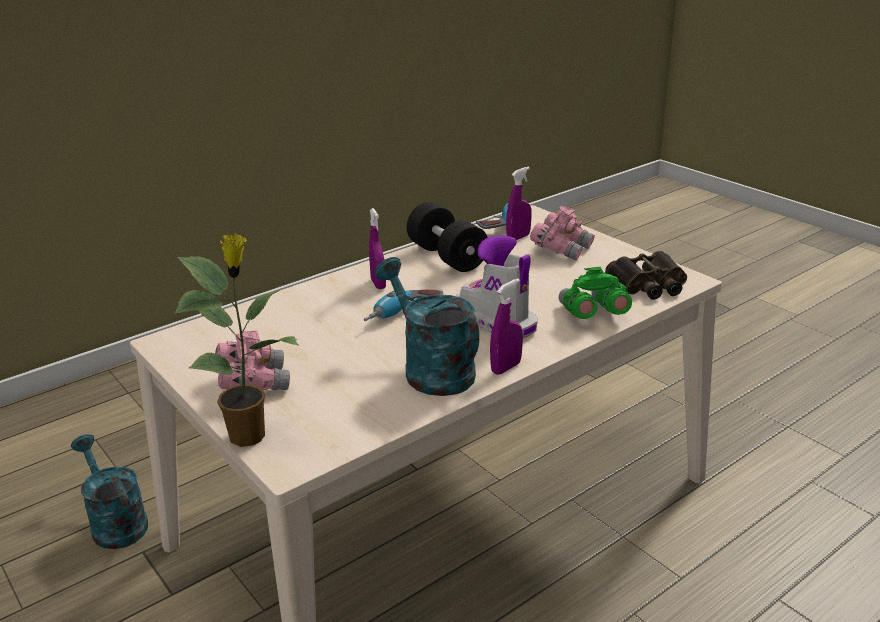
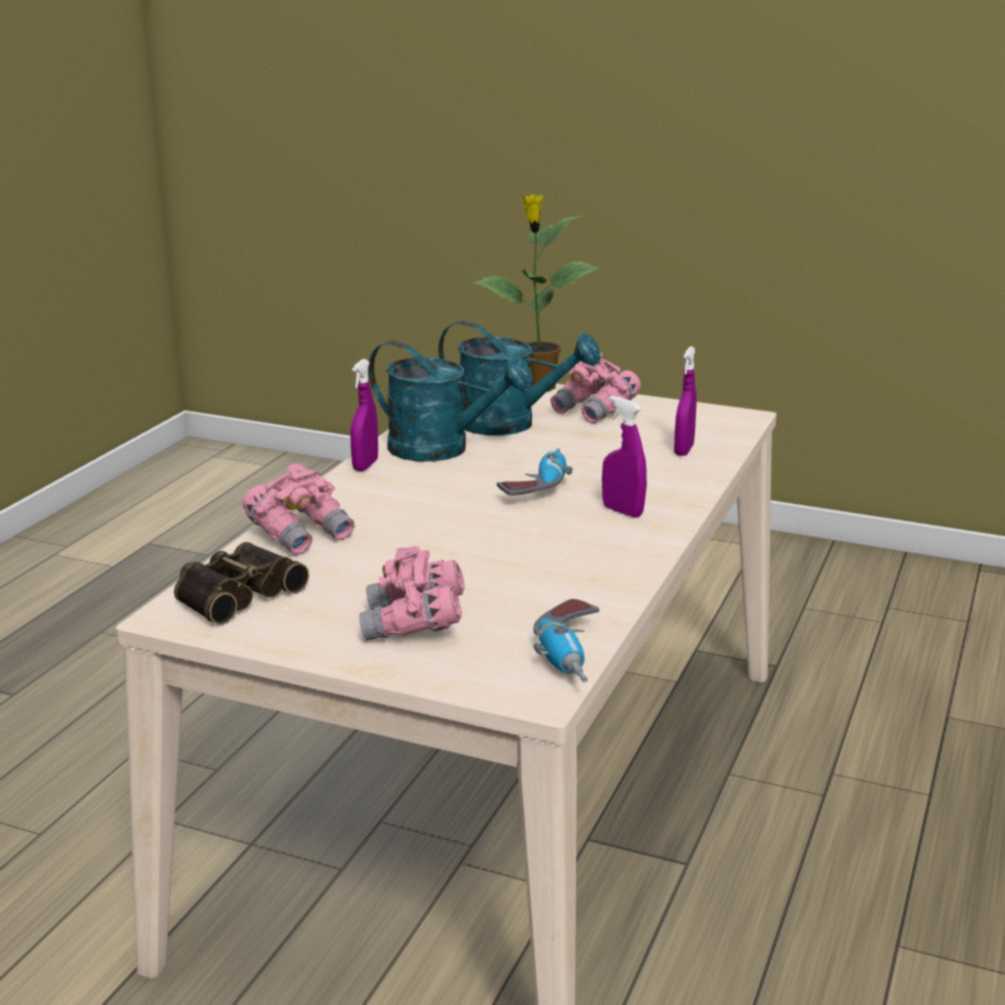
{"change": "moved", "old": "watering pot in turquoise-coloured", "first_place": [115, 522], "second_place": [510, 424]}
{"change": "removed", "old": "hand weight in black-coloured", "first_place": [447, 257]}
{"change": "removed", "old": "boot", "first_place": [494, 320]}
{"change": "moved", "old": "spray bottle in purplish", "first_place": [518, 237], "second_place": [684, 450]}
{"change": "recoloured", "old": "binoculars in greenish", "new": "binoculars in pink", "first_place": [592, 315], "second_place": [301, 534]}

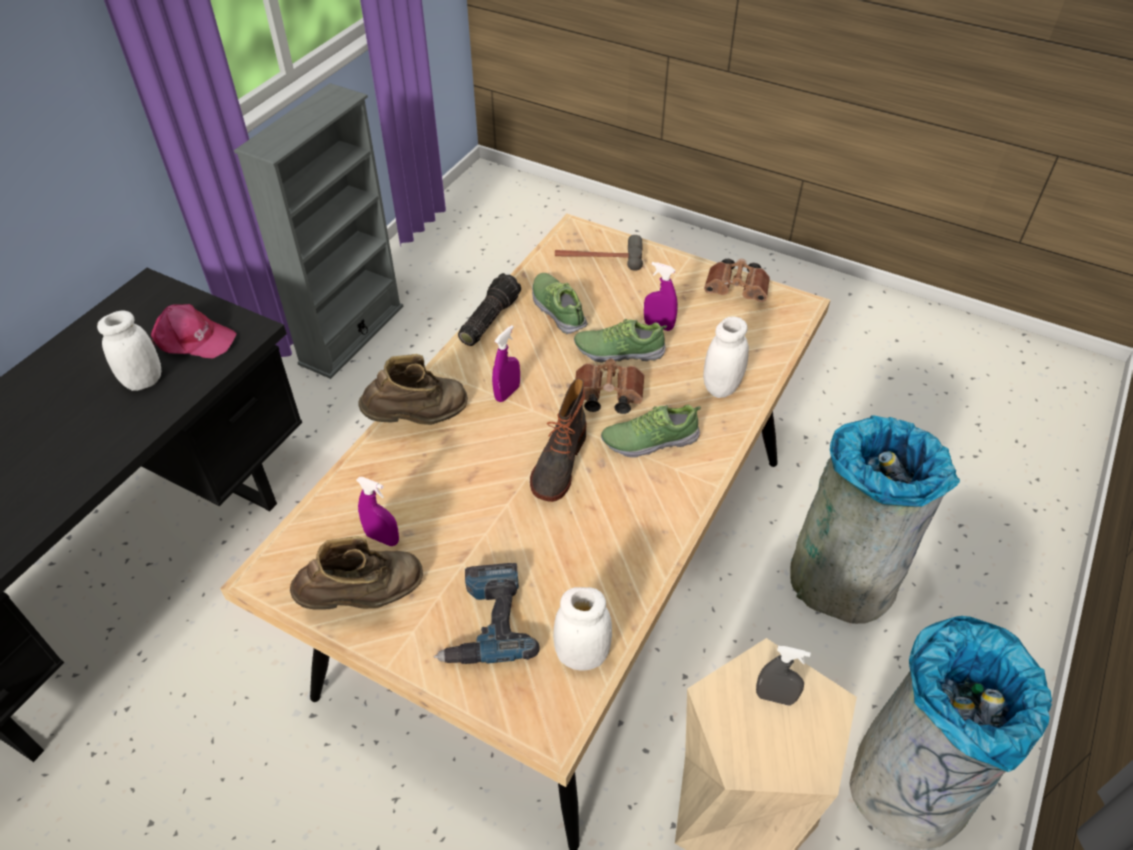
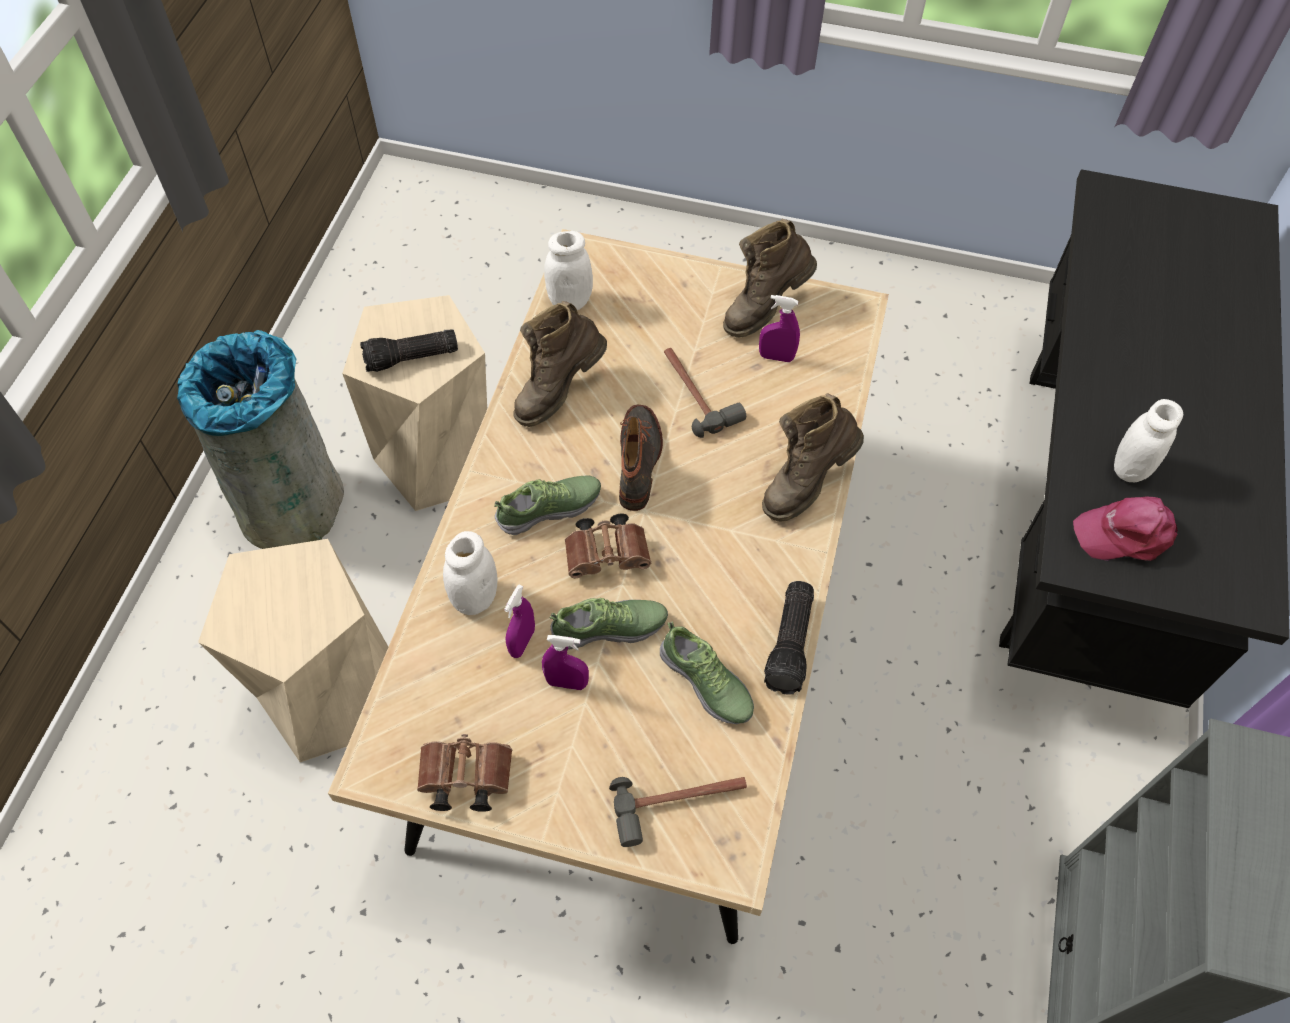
{"change": "removed", "old": "power drill", "first_place": [485, 622]}
{"change": "moved", "old": "spray bottle in purplish", "first_place": [507, 393], "second_place": [522, 642]}
{"change": "replaced", "old": "spray bottle in grey", "new": "flashlight", "first_place": [775, 697], "second_place": [411, 359]}
{"change": "replaced", "old": "waste bin in grey", "new": "stool seat in beige-coloured", "first_place": [843, 580], "second_place": [330, 695]}
{"change": "added", "new": "boot in brown", "second_place": [558, 391]}
{"change": "added", "new": "hammer", "second_place": [695, 393]}

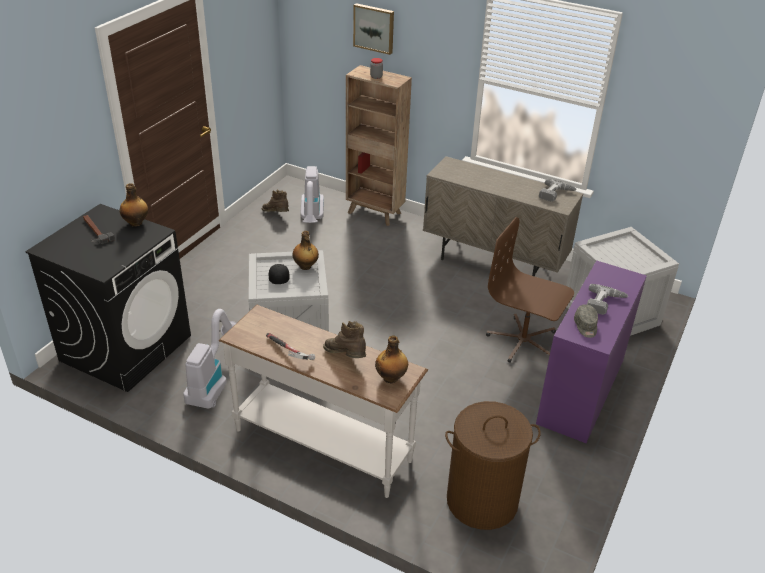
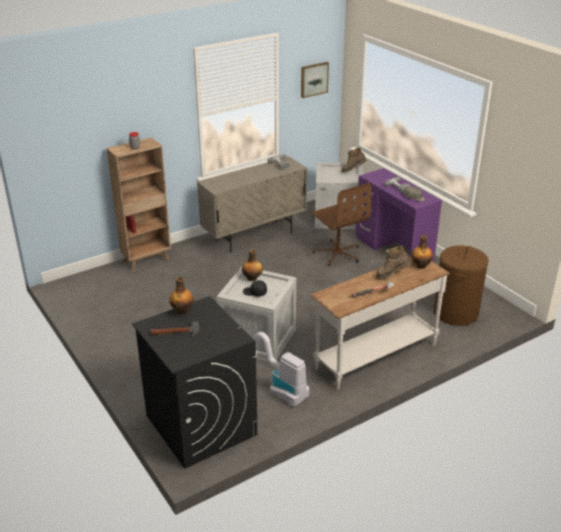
{"change": "moved", "old": "boot in brown", "first_place": [276, 215], "second_place": [353, 170]}
{"change": "removed", "old": "vacuum cleaner", "first_place": [312, 219]}
{"change": "moved", "old": "wall picture", "first_place": [374, 28], "second_place": [313, 79]}
{"change": "turned", "old": "desk chair in brown", "first_place": [523, 341], "second_place": [338, 253], "degrees": -90}

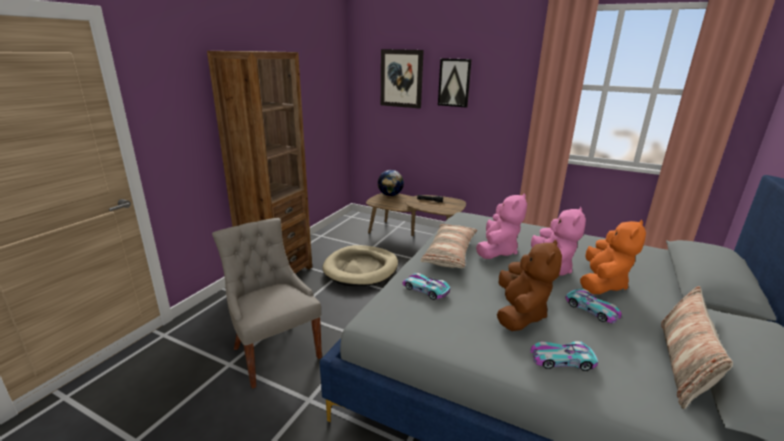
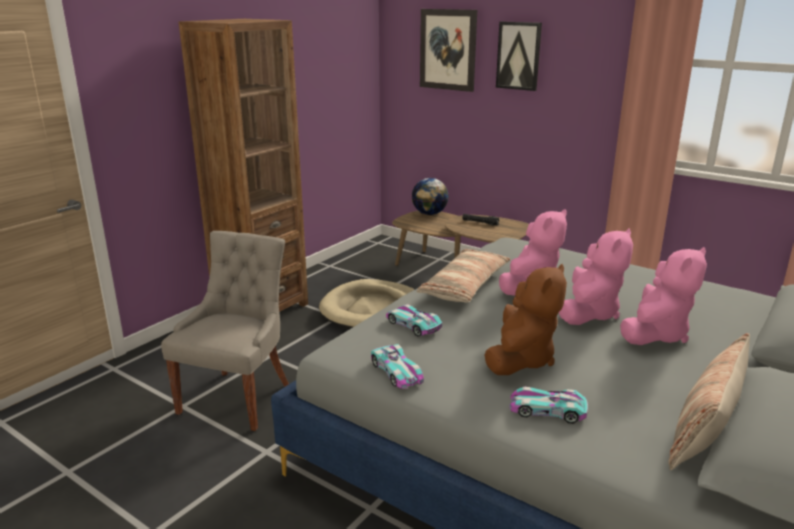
{"change": "turned", "old": "chair in grey", "first_place": [274, 352], "second_place": [238, 397], "degrees": 45}
{"change": "moved", "old": "toy car", "first_place": [591, 310], "second_place": [396, 371]}
{"change": "recoloured", "old": "plush toy in orange-coloured", "new": "plush toy in pink", "first_place": [602, 284], "second_place": [655, 334]}

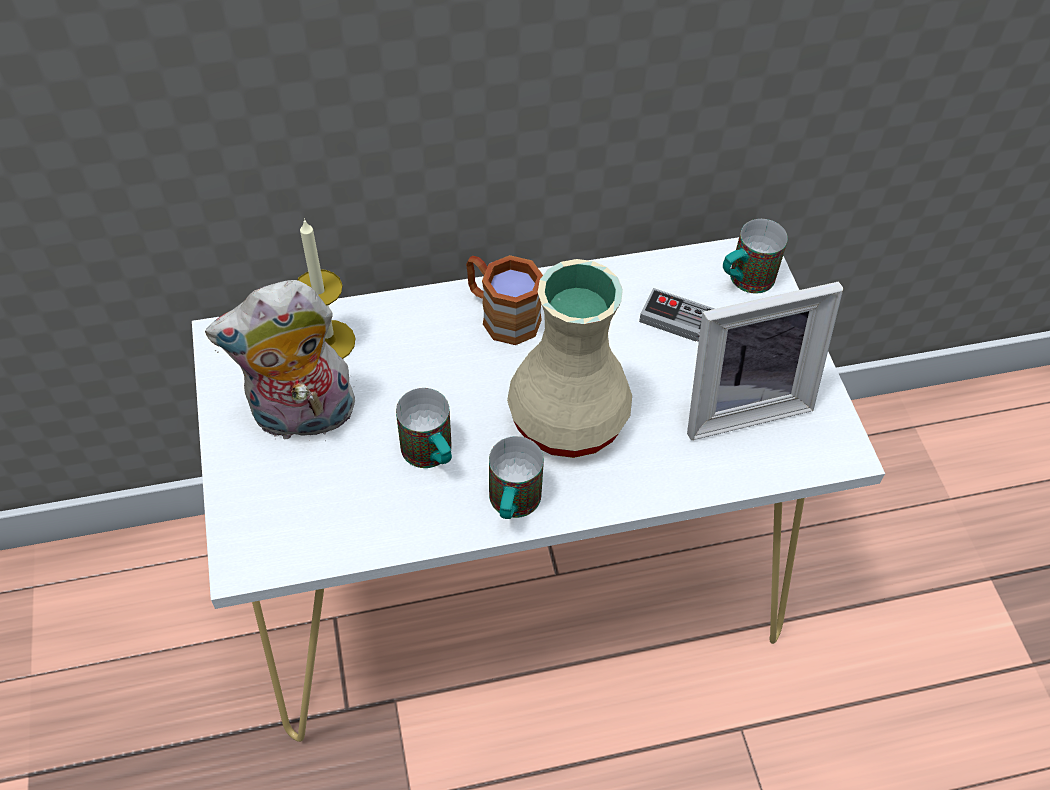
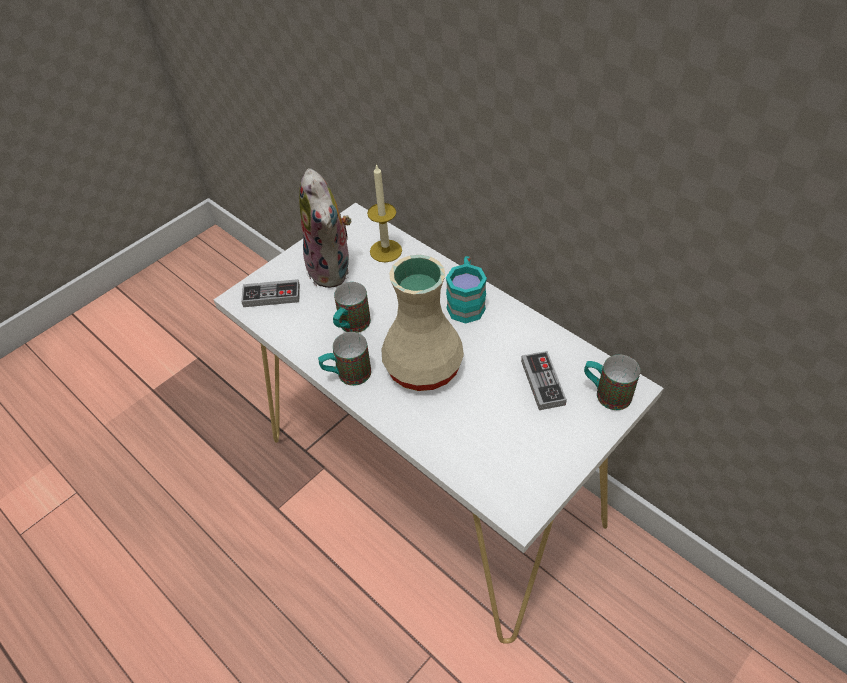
{"change": "turned", "old": "plush toy", "first_place": [302, 418], "second_place": [333, 269], "degrees": -150}
{"change": "recoloured", "old": "tea mug in brown", "new": "tea mug in turquoise-coloured", "first_place": [501, 315], "second_place": [466, 302]}
{"change": "removed", "old": "photo frame", "first_place": [740, 402]}
{"change": "added", "new": "joypad", "second_place": [271, 296]}

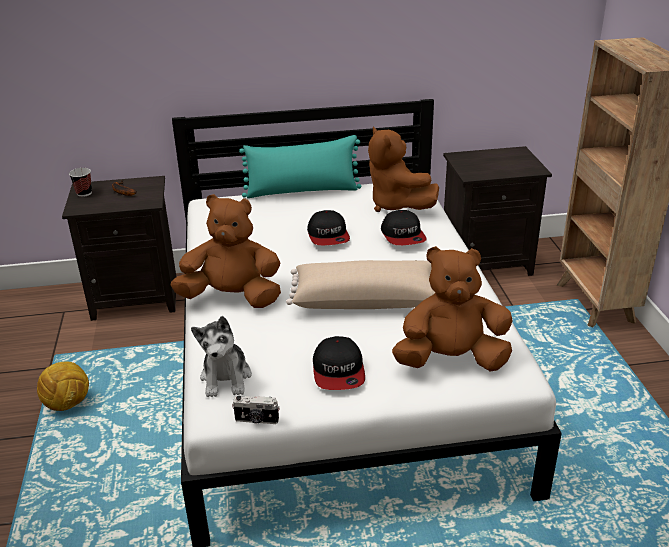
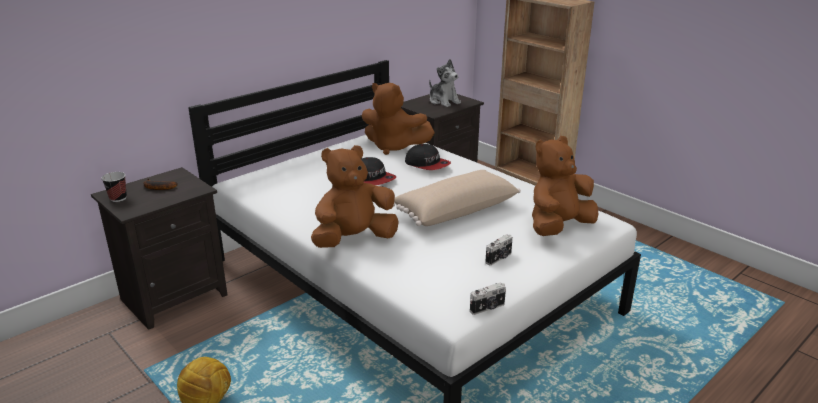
{"change": "moved", "old": "plush toy", "first_place": [226, 377], "second_place": [443, 101]}
{"change": "removed", "old": "pillow in turquoise-coloured", "first_place": [302, 191]}
{"change": "replaced", "old": "cap", "new": "still camera", "first_place": [339, 371], "second_place": [499, 258]}

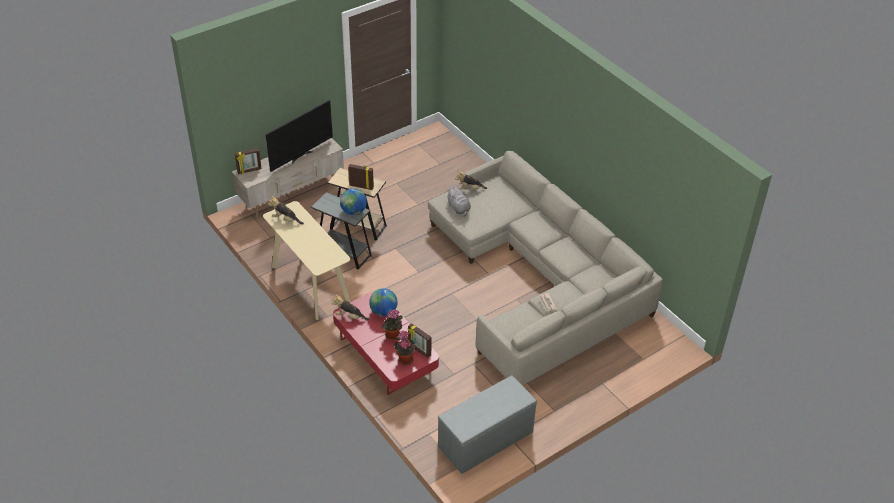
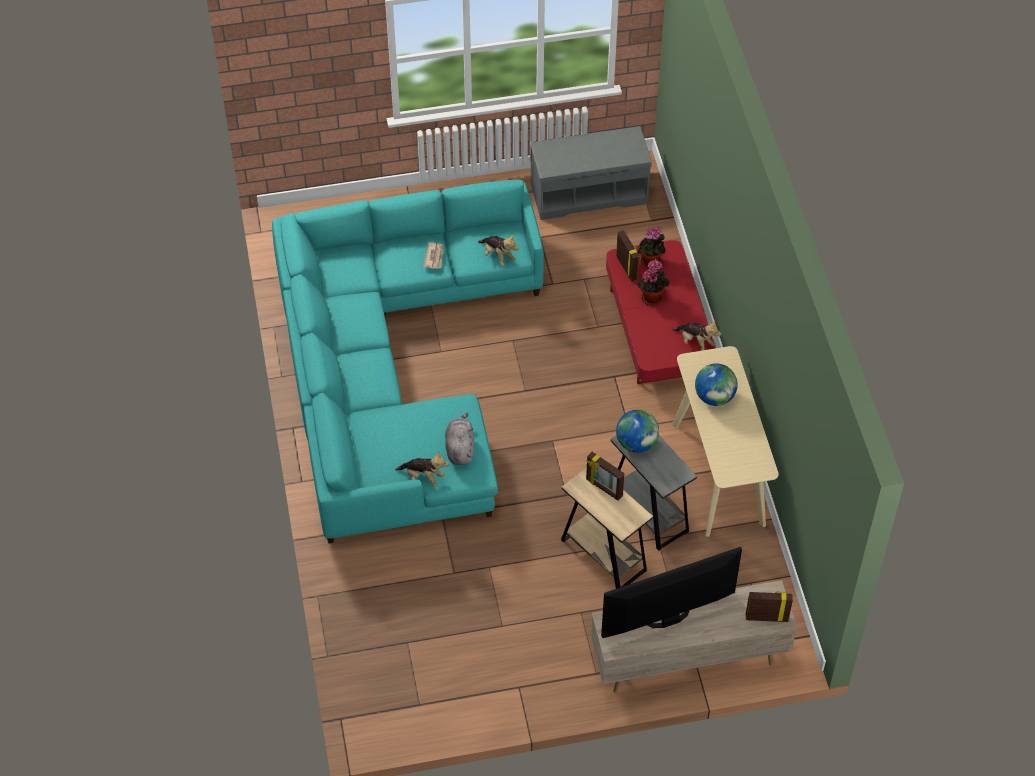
{"change": "moved", "old": "plush toy", "first_place": [286, 219], "second_place": [498, 256]}
{"change": "moved", "old": "globe", "first_place": [383, 312], "second_place": [714, 397]}
{"change": "recoloured", "old": "settee in beige-coloured", "new": "settee in turquoise-coloured", "first_place": [538, 280], "second_place": [393, 369]}

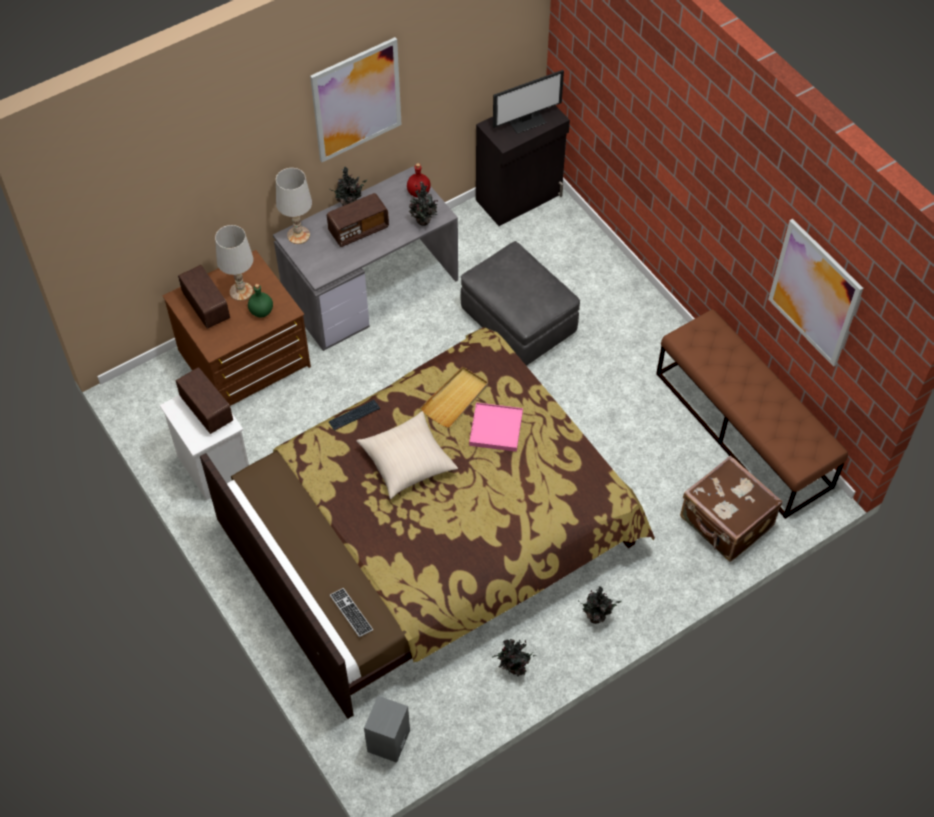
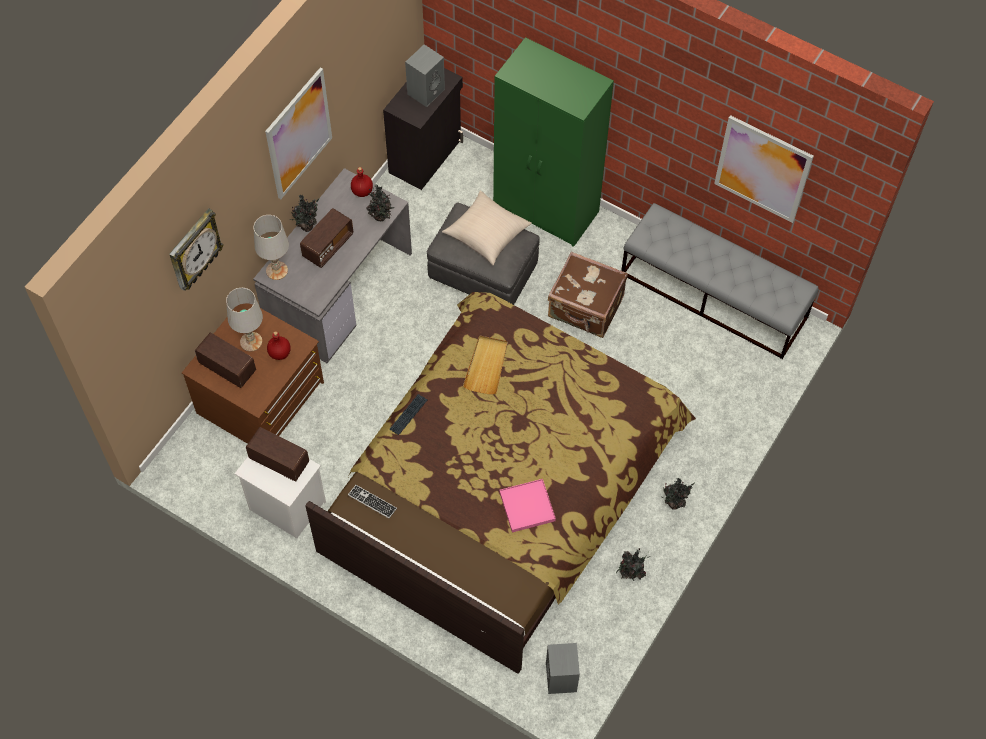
{"change": "recoloured", "old": "bottle in greenish", "new": "bottle in red-coloured", "first_place": [262, 312], "second_place": [280, 353]}
{"change": "moved", "old": "PC keyboard", "first_place": [351, 613], "second_place": [372, 502]}
{"change": "moved", "old": "pillow in beige-coloured", "first_place": [407, 462], "second_place": [486, 234]}
{"change": "moved", "old": "carrying tray in pink", "first_place": [496, 428], "second_place": [527, 506]}
{"change": "replaced", "old": "monitor", "new": "loudspeaker in grey", "first_place": [527, 121], "second_place": [426, 91]}
{"change": "recoloured", "old": "indoor bench in brown", "new": "indoor bench in grey", "first_place": [743, 430], "second_place": [714, 296]}
{"change": "moved", "old": "piece of luggage in brown", "first_place": [725, 523], "second_place": [585, 308]}
{"change": "added", "new": "wall clock", "second_place": [194, 250]}
{"change": "added", "new": "wardrobe in greenish", "second_place": [546, 210]}

